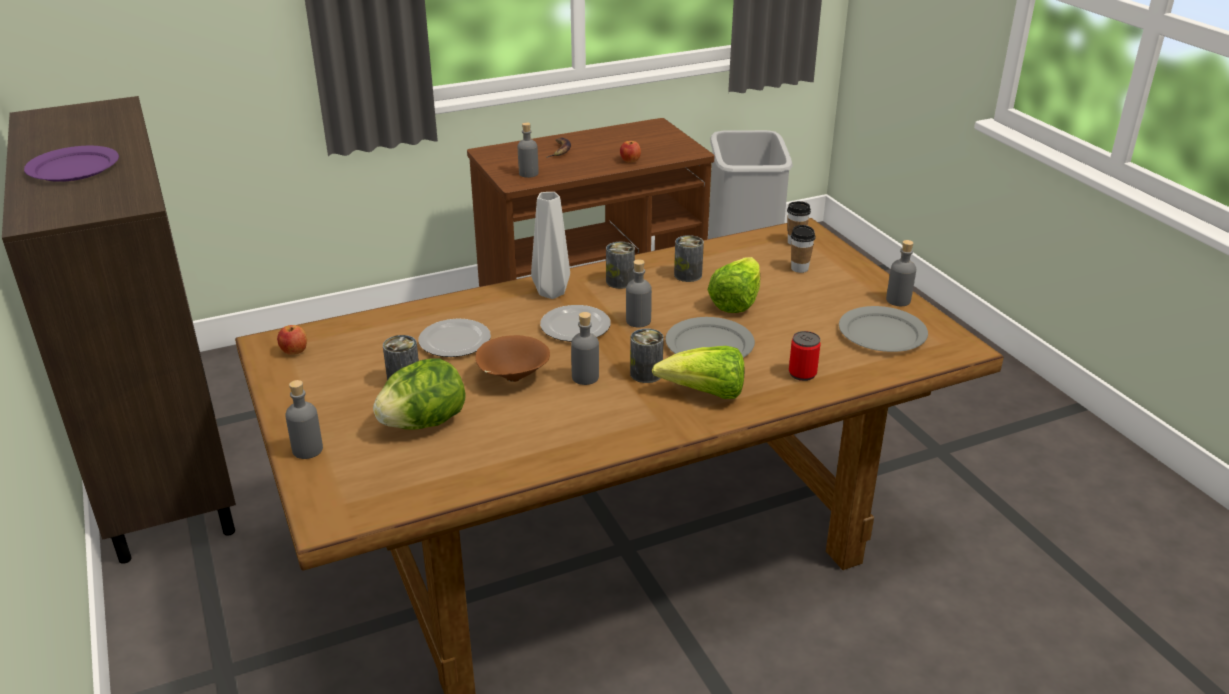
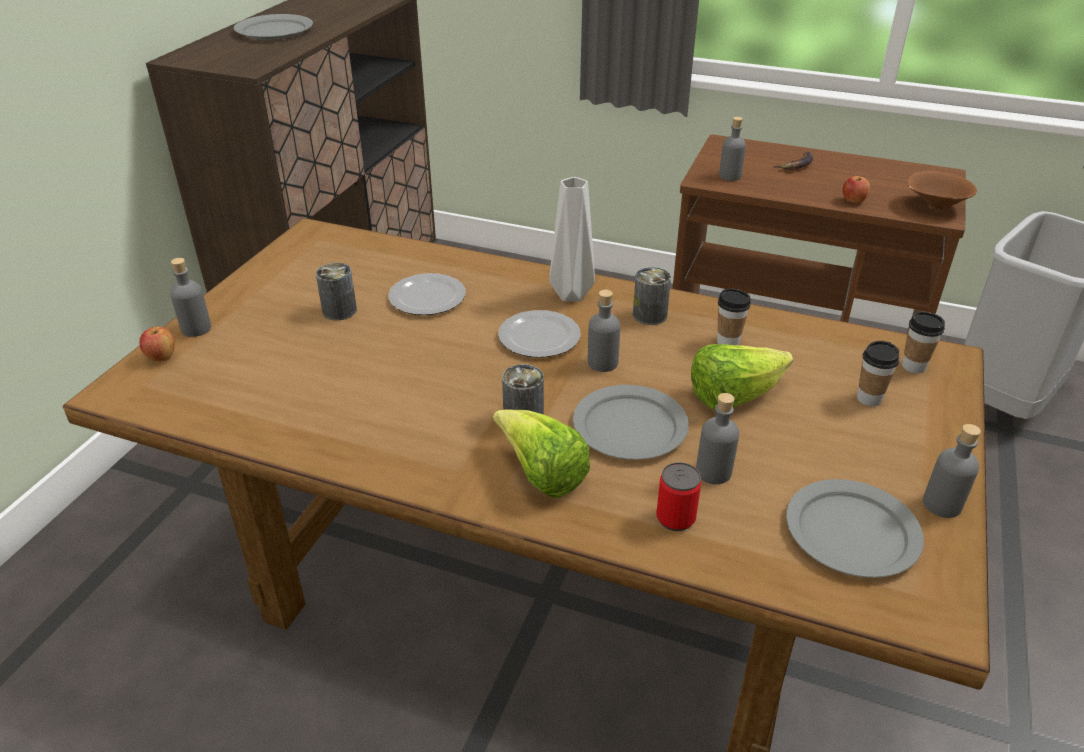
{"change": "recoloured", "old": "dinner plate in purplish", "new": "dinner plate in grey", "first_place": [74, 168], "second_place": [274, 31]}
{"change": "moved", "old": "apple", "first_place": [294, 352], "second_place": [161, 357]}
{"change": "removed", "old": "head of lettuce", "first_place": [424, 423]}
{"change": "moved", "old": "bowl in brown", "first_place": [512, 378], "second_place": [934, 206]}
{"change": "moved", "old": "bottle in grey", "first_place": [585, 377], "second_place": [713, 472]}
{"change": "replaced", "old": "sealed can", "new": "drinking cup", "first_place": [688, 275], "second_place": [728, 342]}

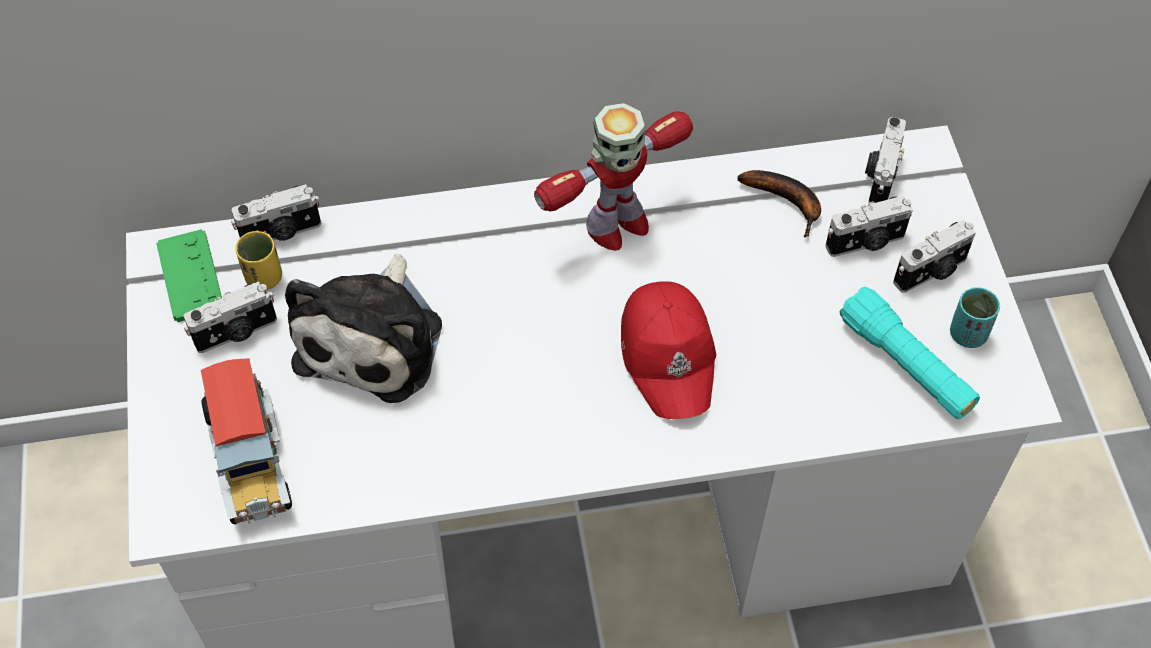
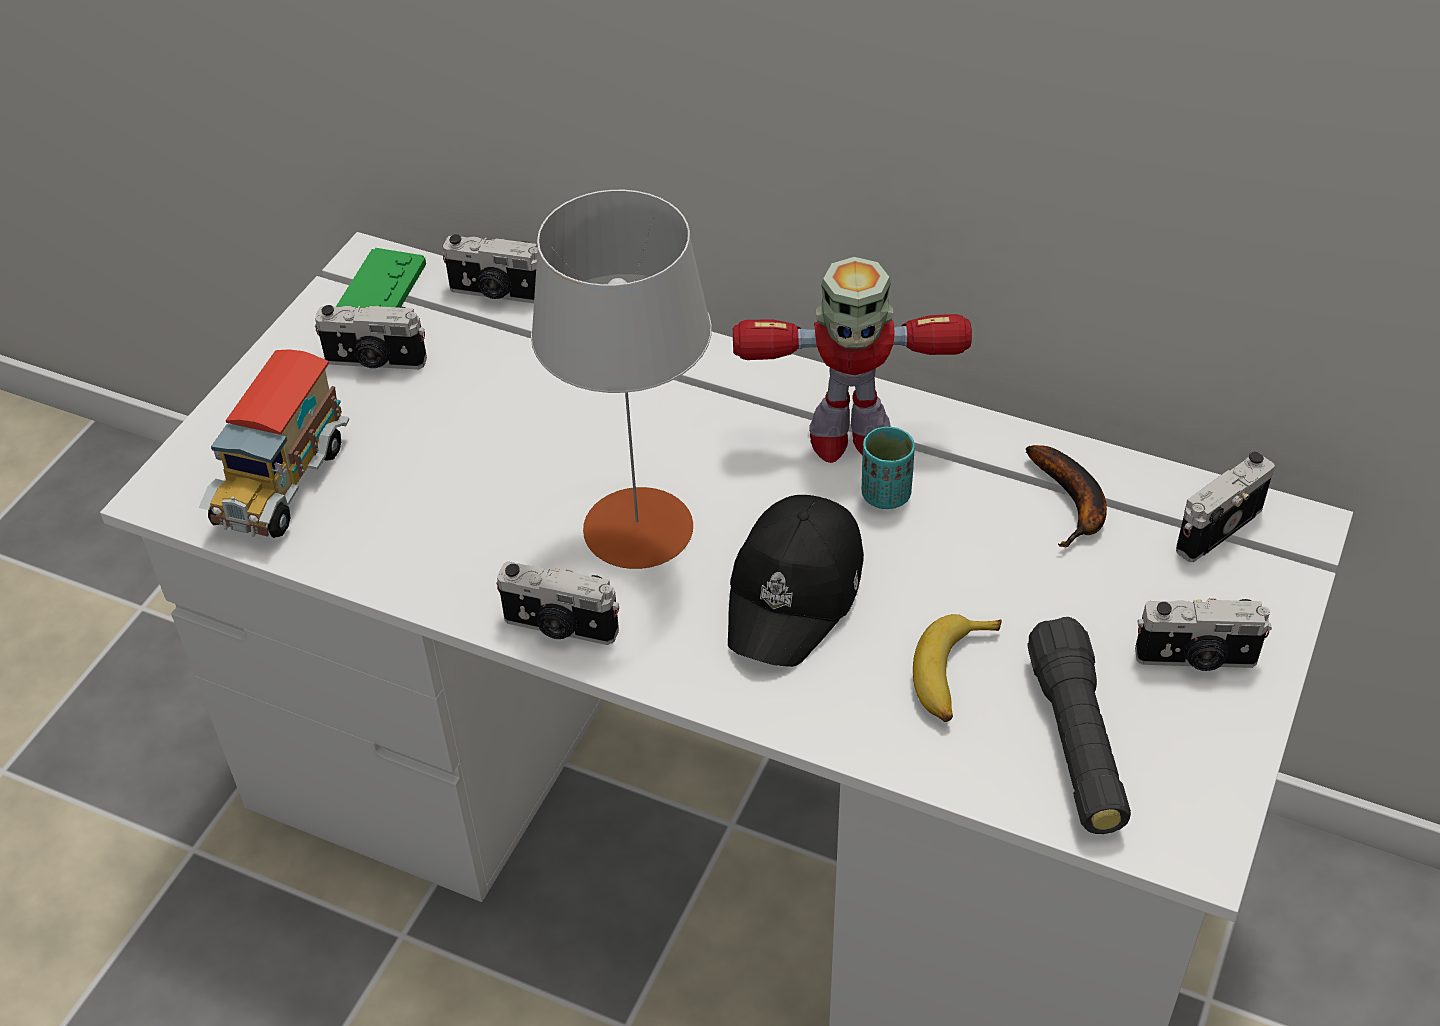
{"change": "removed", "old": "drinking cup in yellow", "first_place": [264, 278]}
{"change": "removed", "old": "plush toy", "first_place": [374, 338]}
{"change": "recoloured", "old": "cap in red-coloured", "new": "cap in black-coloured", "first_place": [669, 355], "second_place": [796, 592]}
{"change": "moved", "old": "still camera", "first_place": [866, 243], "second_place": [560, 628]}
{"change": "recoloured", "old": "flashlight in turquoise-coloured", "new": "flashlight in black-coloured", "first_place": [906, 365], "second_place": [1076, 742]}
{"change": "moved", "old": "drinking cup in turquoise-coloured", "first_place": [967, 334], "second_place": [885, 495]}
{"change": "added", "new": "lamp for a table in grey", "second_place": [637, 528]}
{"change": "added", "new": "whole banana", "second_place": [953, 675]}

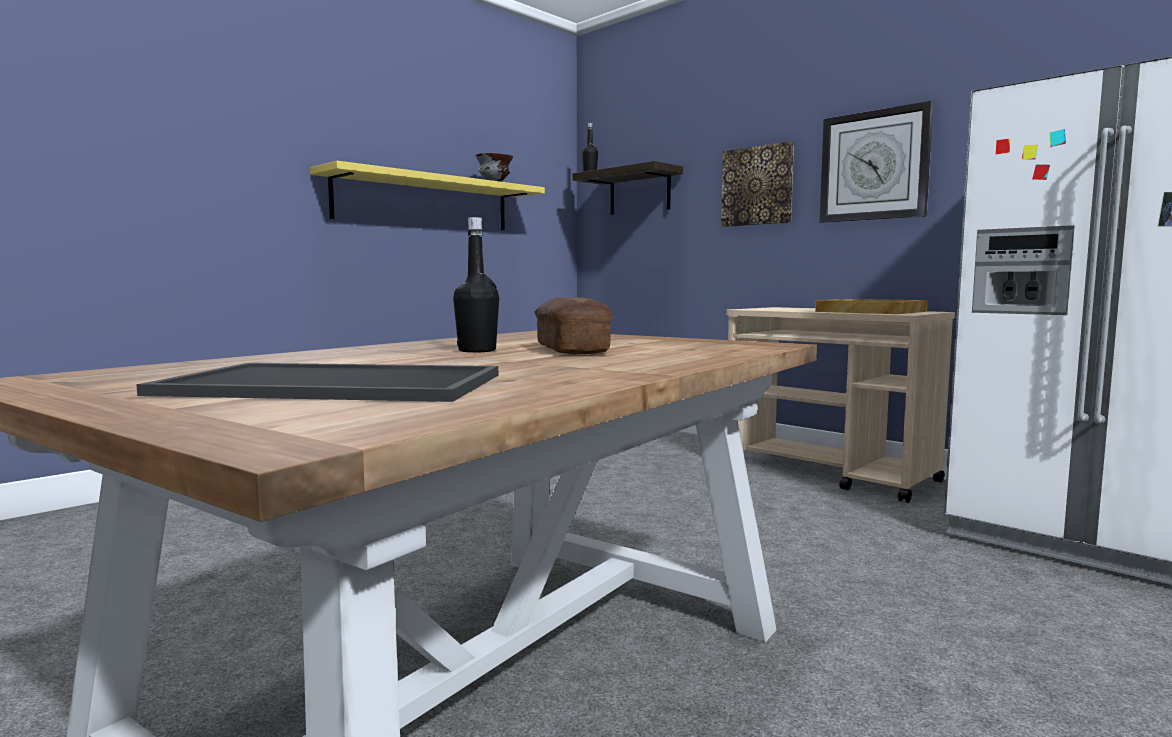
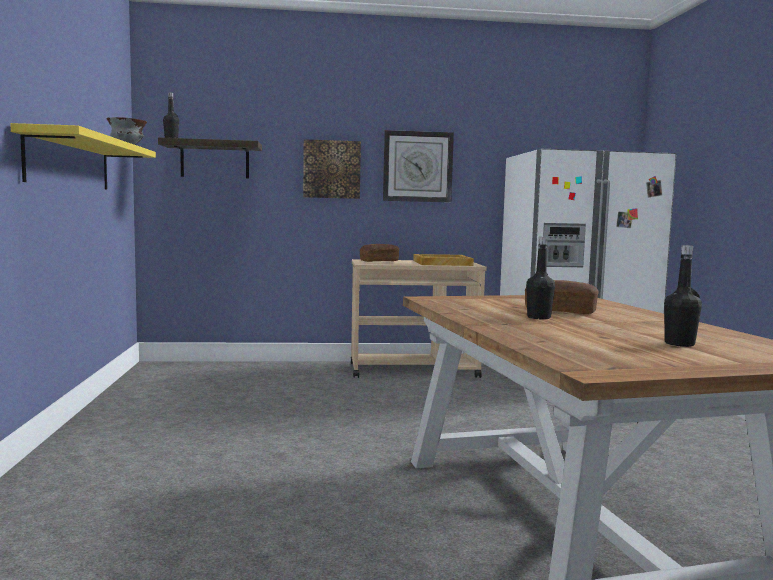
{"change": "replaced", "old": "carrying tray", "new": "bottle in black-coloured", "first_place": [340, 384], "second_place": [679, 344]}
{"change": "added", "new": "baked bread", "second_place": [379, 261]}

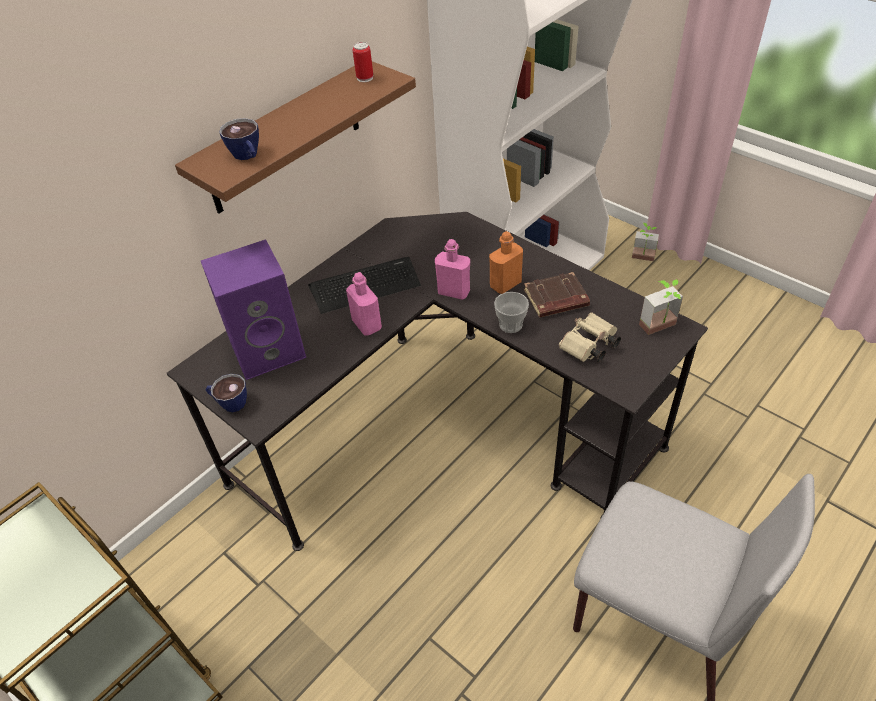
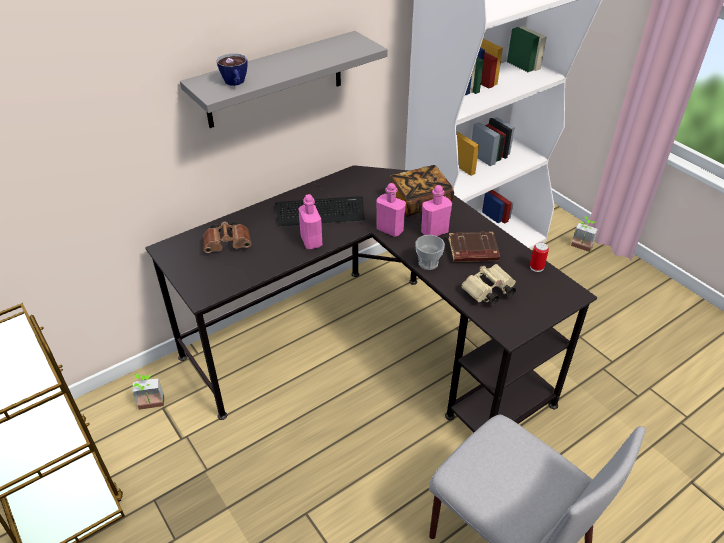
{"change": "recoloured", "old": "bracket shelf in brown", "new": "bracket shelf in grey", "first_place": [285, 138], "second_place": [275, 80]}
{"change": "replaced", "old": "loudspeaker in purplish", "new": "binoculars in brown", "first_place": [269, 348], "second_place": [229, 244]}
{"change": "removed", "old": "drinking cup", "first_place": [229, 402]}
{"change": "moved", "old": "sealed can", "first_place": [365, 78], "second_place": [536, 267]}
{"change": "recoloured", "old": "bottle in orange-coloured", "new": "bottle in pink", "first_place": [505, 284], "second_place": [434, 232]}
{"change": "moved", "old": "potted plant", "first_place": [661, 329], "second_place": [151, 407]}
{"change": "added", "new": "bound book", "second_place": [420, 201]}

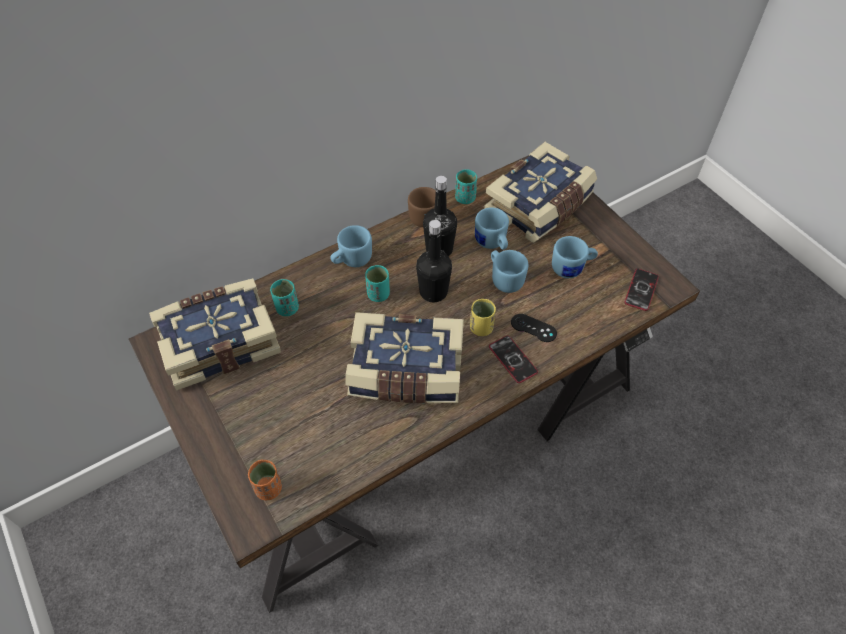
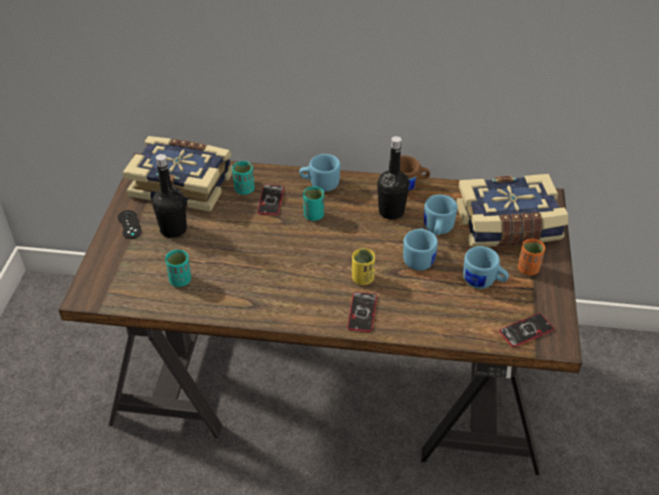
{"change": "moved", "old": "drinking cup in orange-coloured", "first_place": [269, 488], "second_place": [528, 269]}
{"change": "removed", "old": "bound book", "first_place": [406, 373]}
{"change": "moved", "old": "bottle in black-coloured", "first_place": [433, 292], "second_place": [173, 230]}
{"change": "moved", "old": "drinking cup in turquoise-coloured", "first_place": [465, 198], "second_place": [180, 280]}
{"change": "moved", "old": "joypad in black-coloured", "first_place": [533, 328], "second_place": [129, 224]}
{"change": "added", "new": "handset", "second_place": [271, 200]}

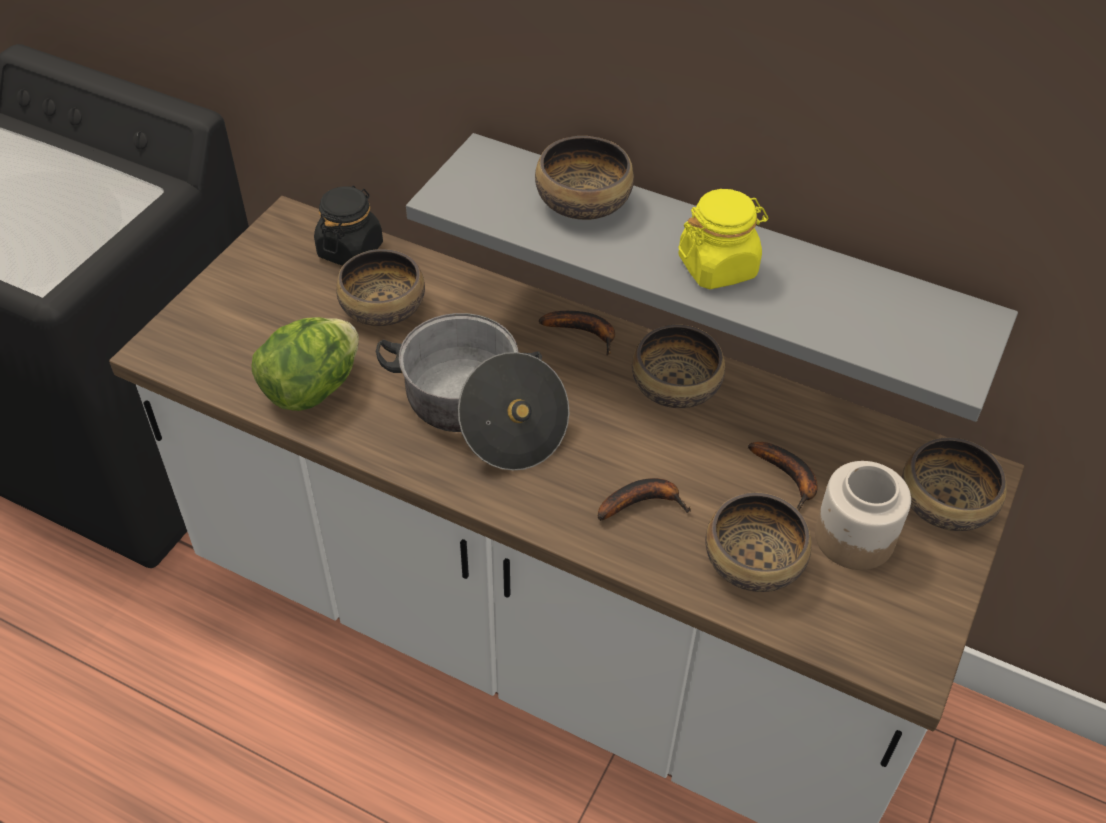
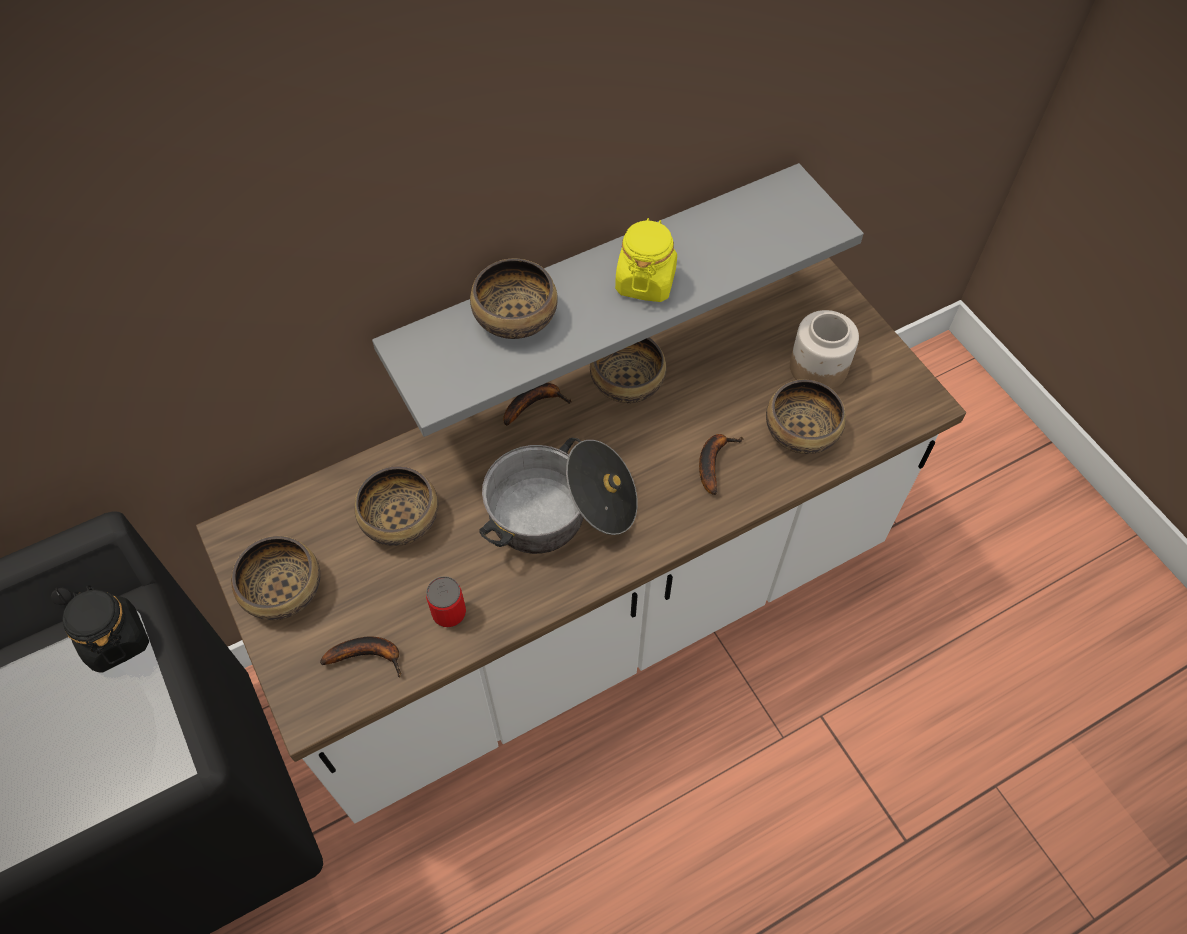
{"change": "replaced", "old": "head of lettuce", "new": "sealed can", "first_place": [311, 388], "second_place": [449, 613]}
{"change": "moved", "old": "storage jar in black-coloured", "first_place": [350, 250], "second_place": [115, 640]}
{"change": "moved", "old": "whole banana", "first_place": [789, 478], "second_place": [369, 655]}
{"change": "moved", "old": "bowl", "first_place": [946, 504], "second_place": [283, 588]}

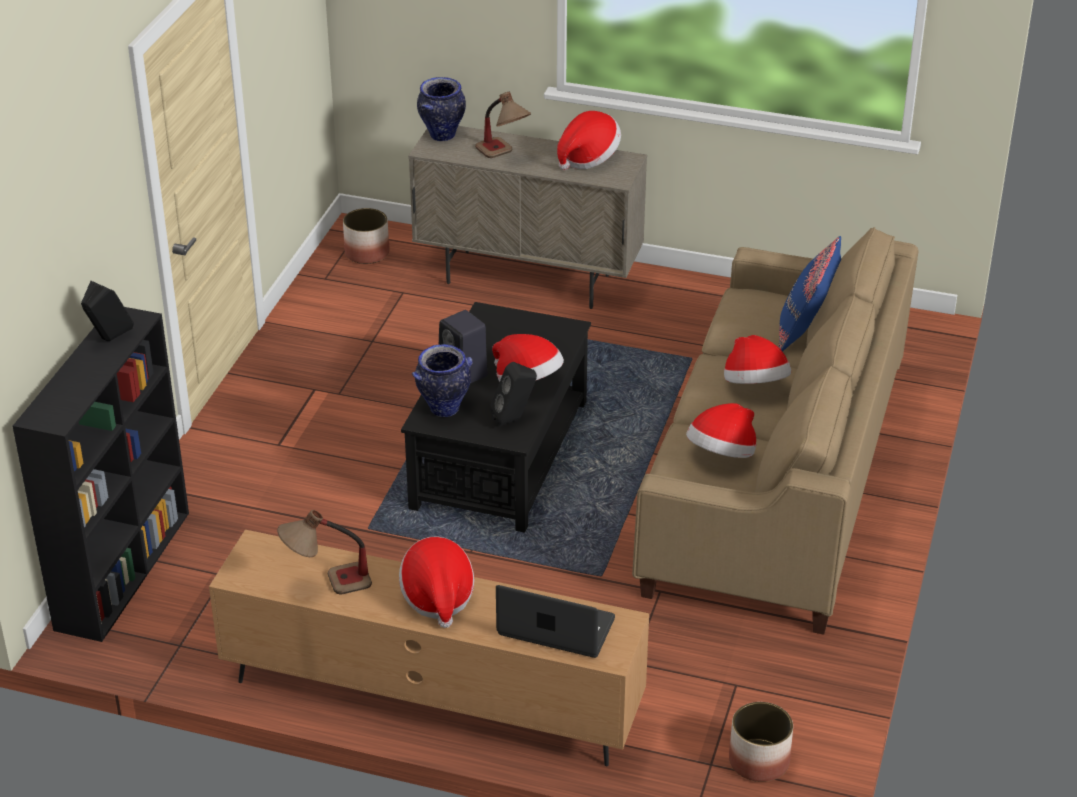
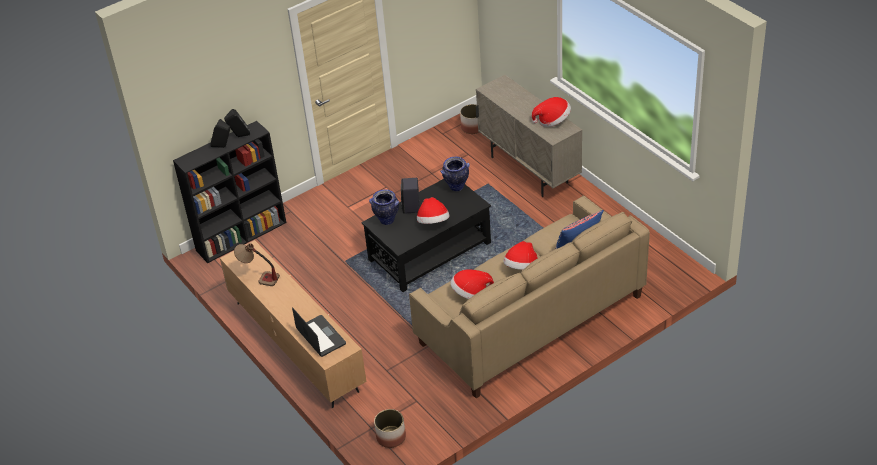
{"change": "removed", "old": "wearable hat", "first_place": [437, 597]}
{"change": "moved", "old": "decorative vase", "first_place": [442, 136], "second_place": [456, 187]}
{"change": "removed", "old": "lamp for a table", "first_place": [504, 157]}
{"change": "moved", "old": "loudspeaker in black-coloured", "first_place": [514, 419], "second_place": [223, 147]}

